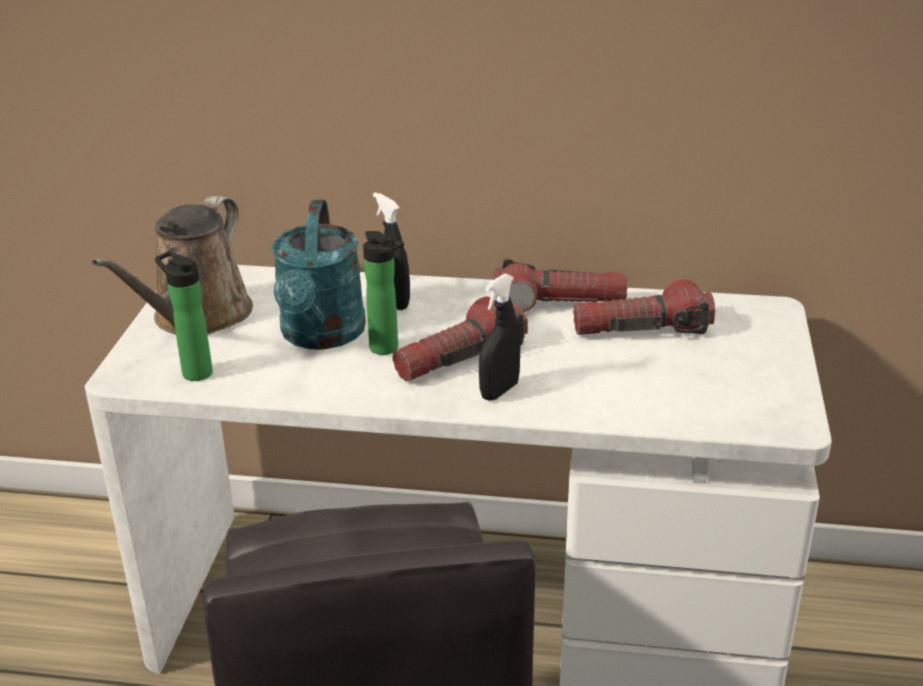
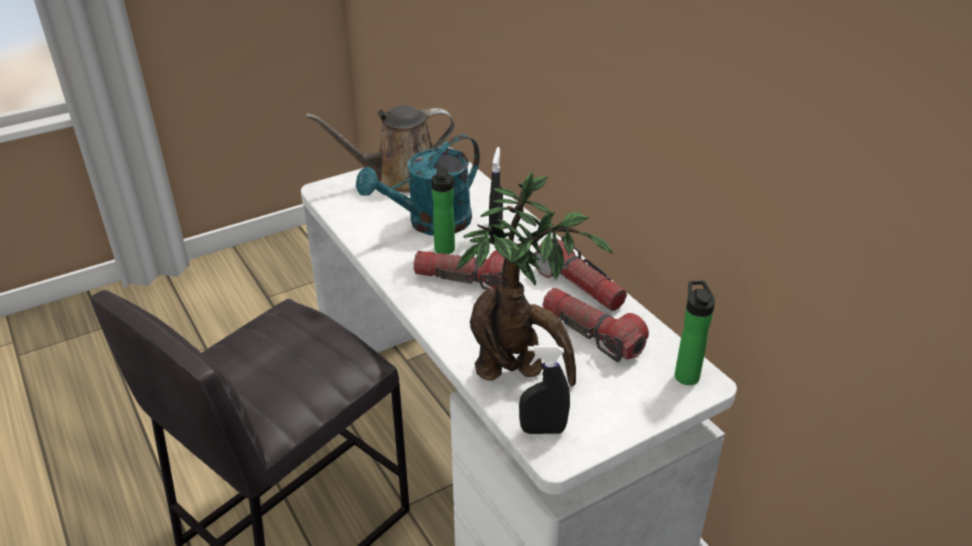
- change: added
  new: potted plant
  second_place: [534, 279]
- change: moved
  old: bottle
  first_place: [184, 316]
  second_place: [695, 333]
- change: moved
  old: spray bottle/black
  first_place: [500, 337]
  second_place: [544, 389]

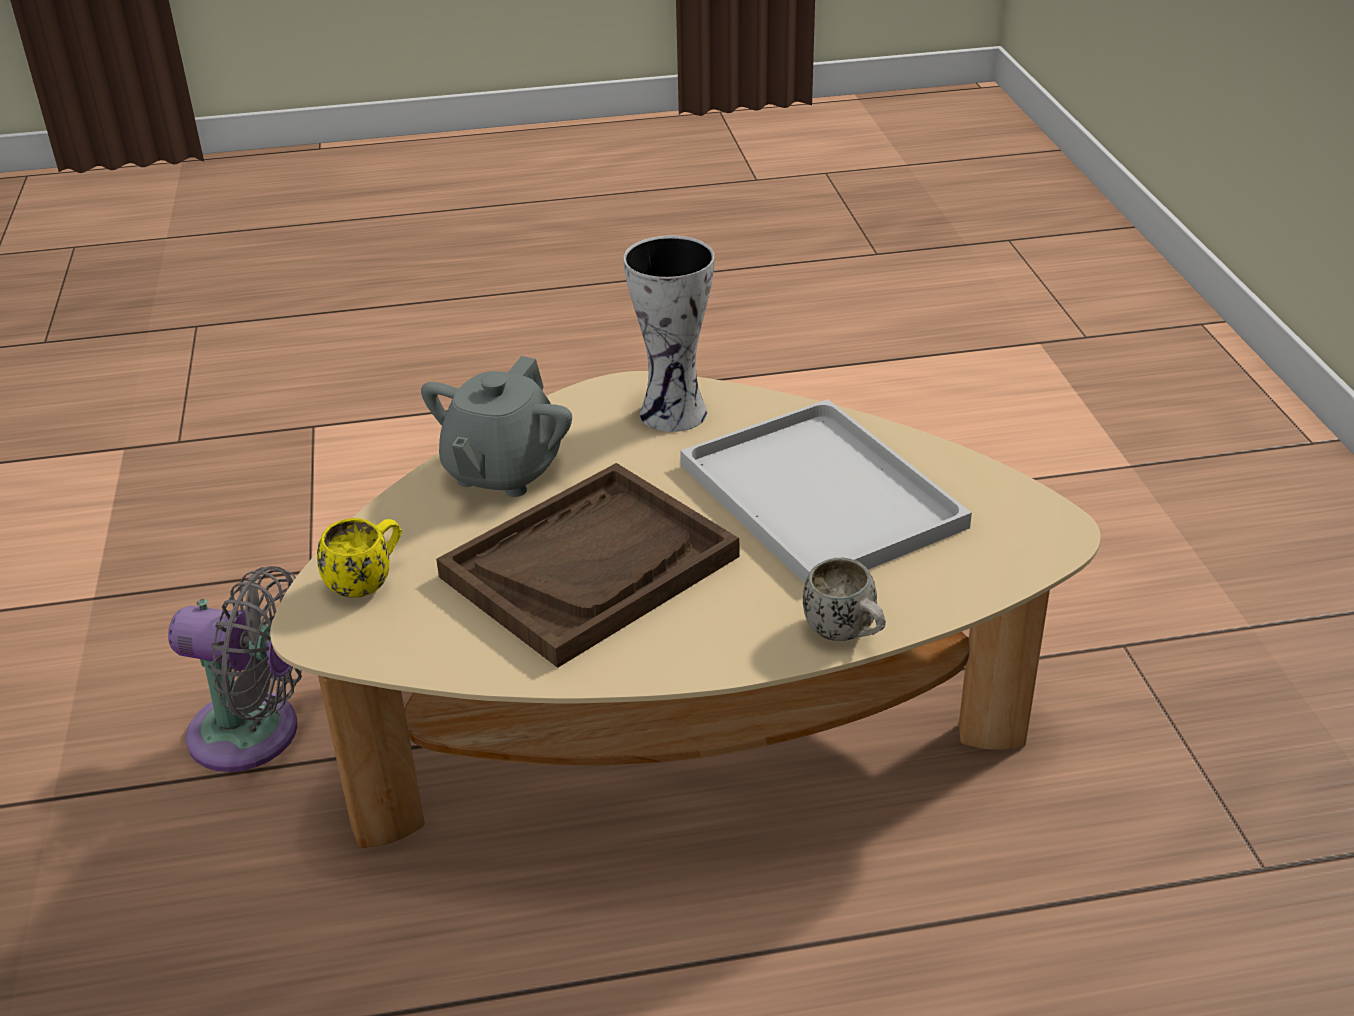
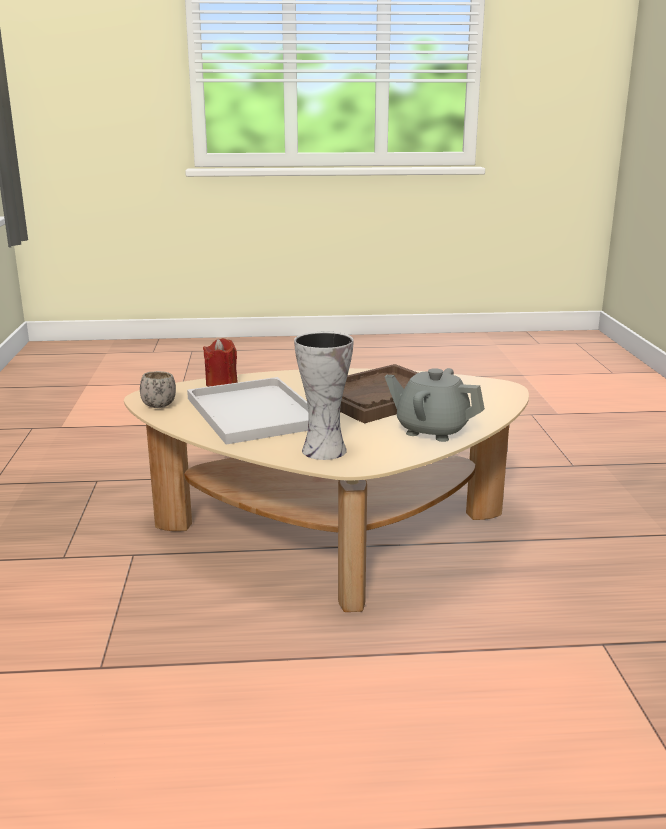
- change: removed
  old: fan/grey
  first_place: [235, 669]
- change: removed
  old: mug/yellow
  first_place: [359, 558]
- change: added
  new: candle/red
  second_place: [220, 362]
- change: moved
  old: mug/white
  first_place: [844, 599]
  second_place: [158, 389]
- change: turned
  old: teapot/grey
  first_place: [496, 426]
  second_place: [435, 405]
  degrees: -90

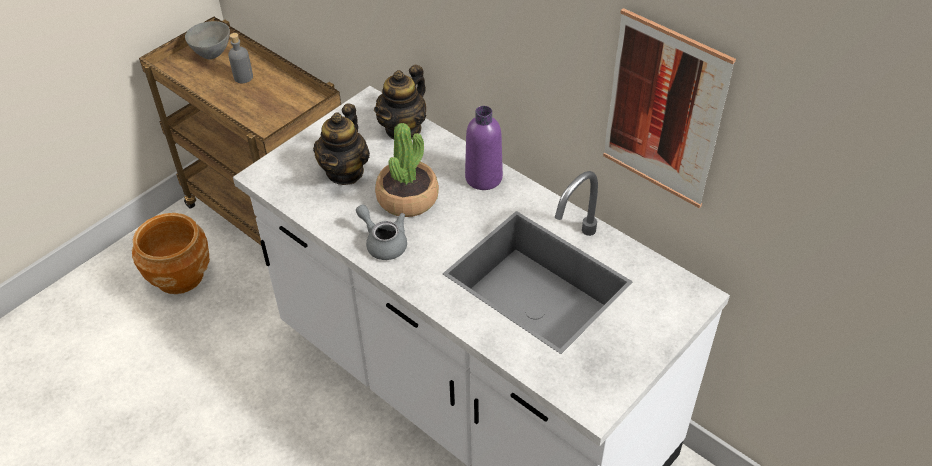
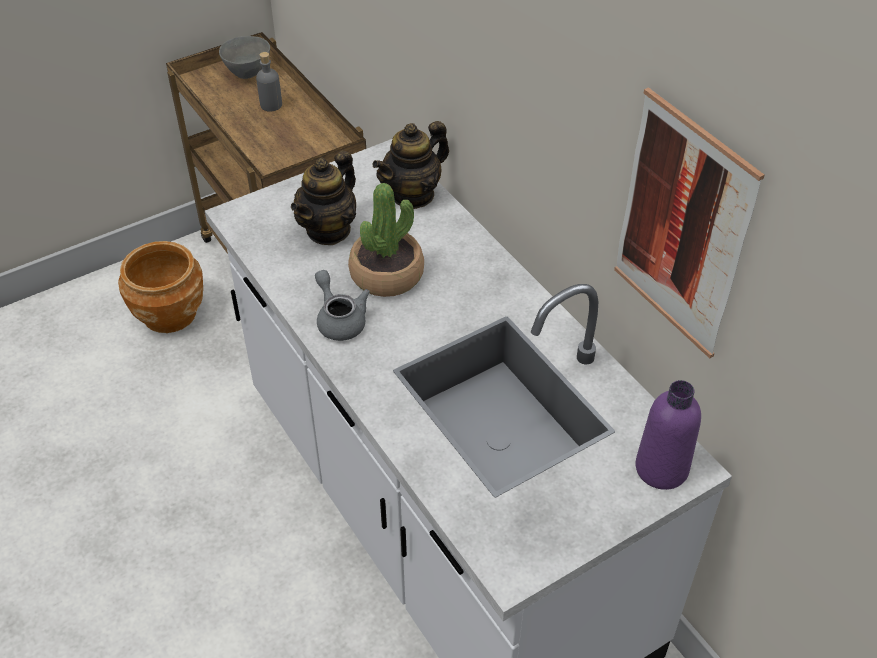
- change: moved
  old: bottle/purple
  first_place: [484, 148]
  second_place: [668, 435]

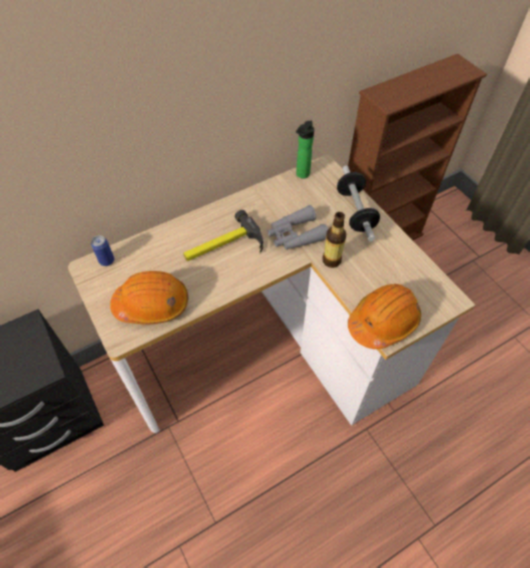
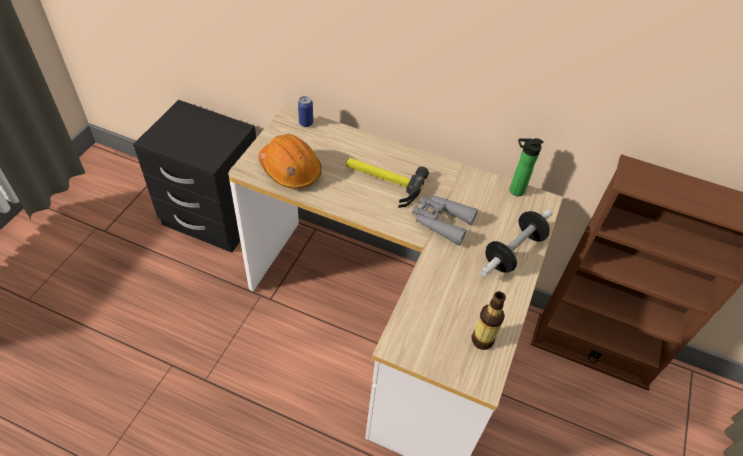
- change: removed
  old: hard hat/orange
  first_place: [384, 316]
- change: moved
  old: bottle
  first_place: [334, 240]
  second_place: [489, 320]

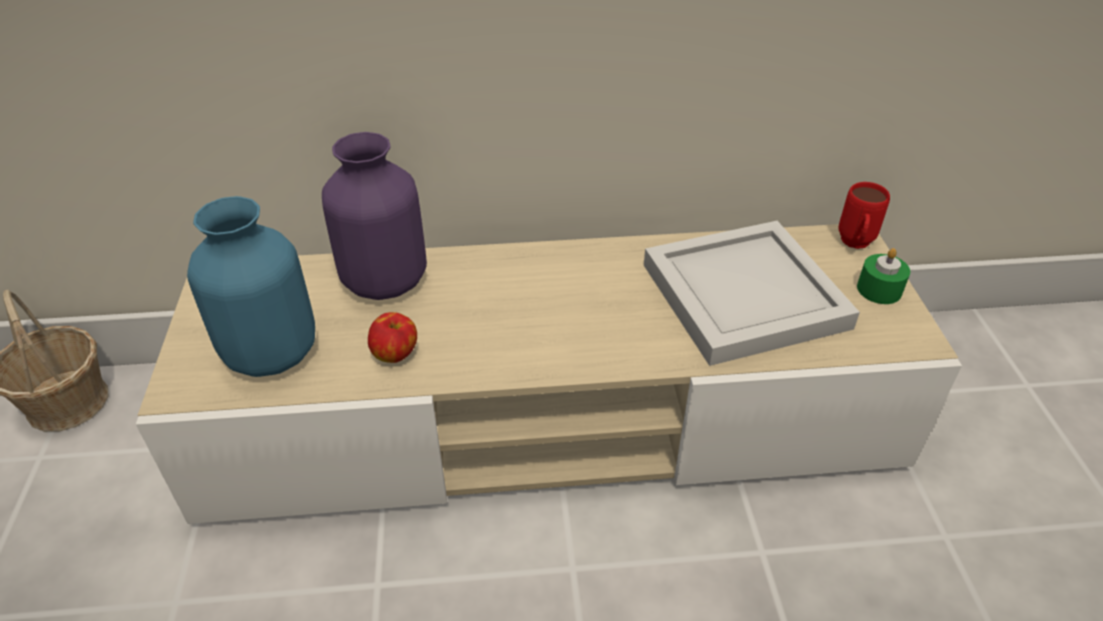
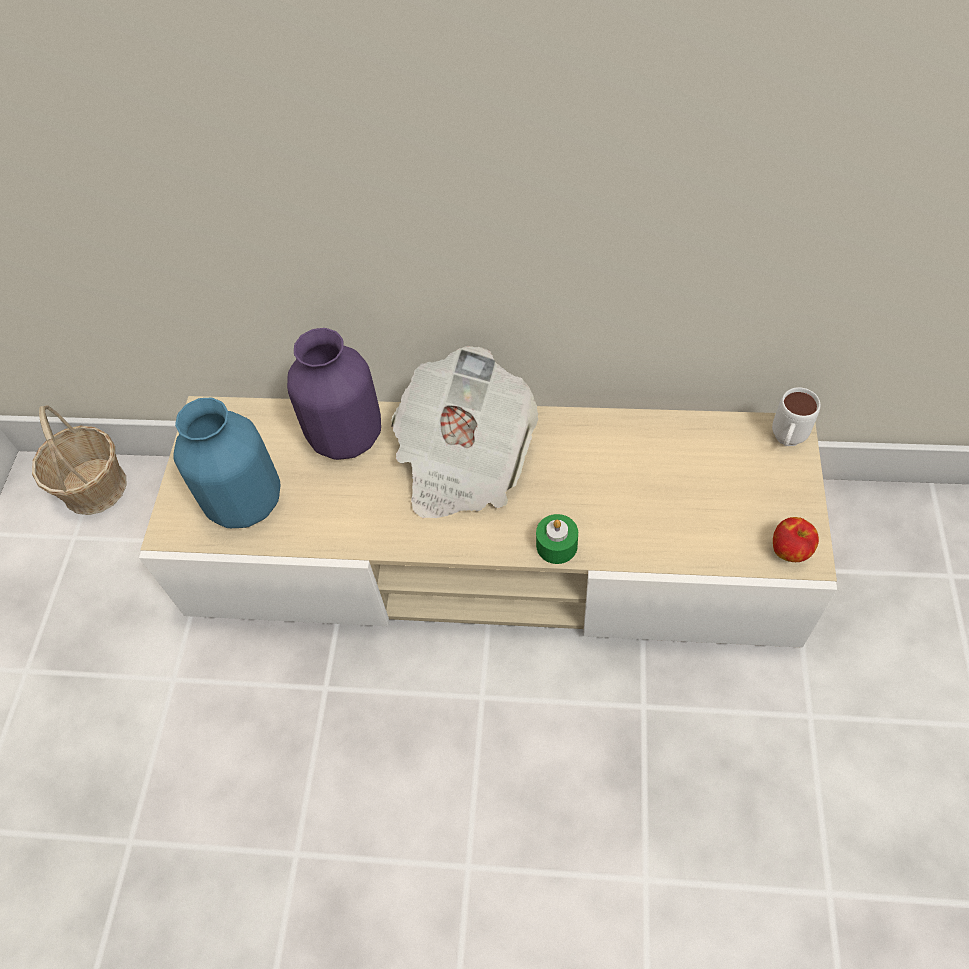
- change: removed
  old: tray/white
  first_place: [752, 293]
- change: added
  new: newspaper
  second_place: [464, 432]
- change: moved
  old: apple
  first_place: [392, 337]
  second_place: [796, 539]
- change: moved
  old: candle/green
  first_place: [883, 276]
  second_place: [557, 539]
- change: recoloured
  old: mug/red
  new: mug/white
  first_place: [864, 215]
  second_place: [796, 416]

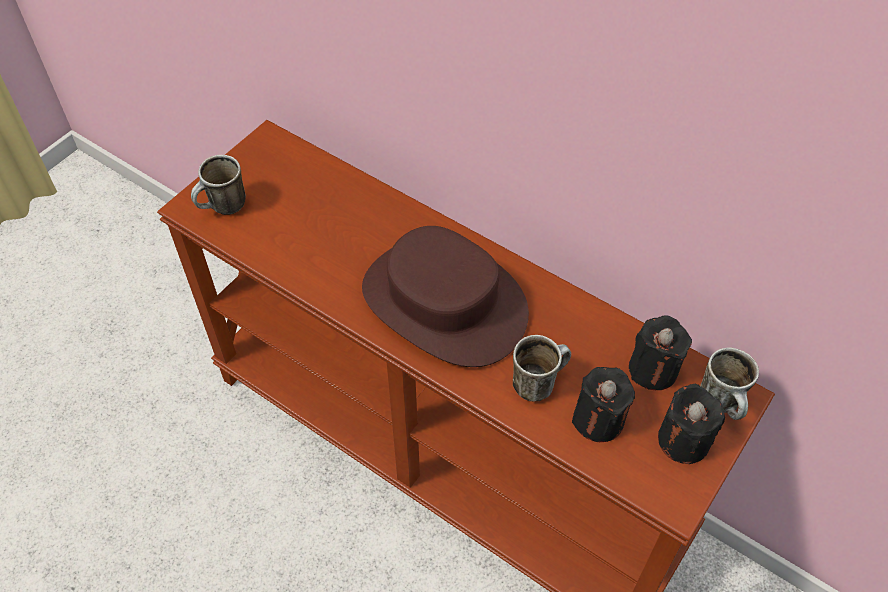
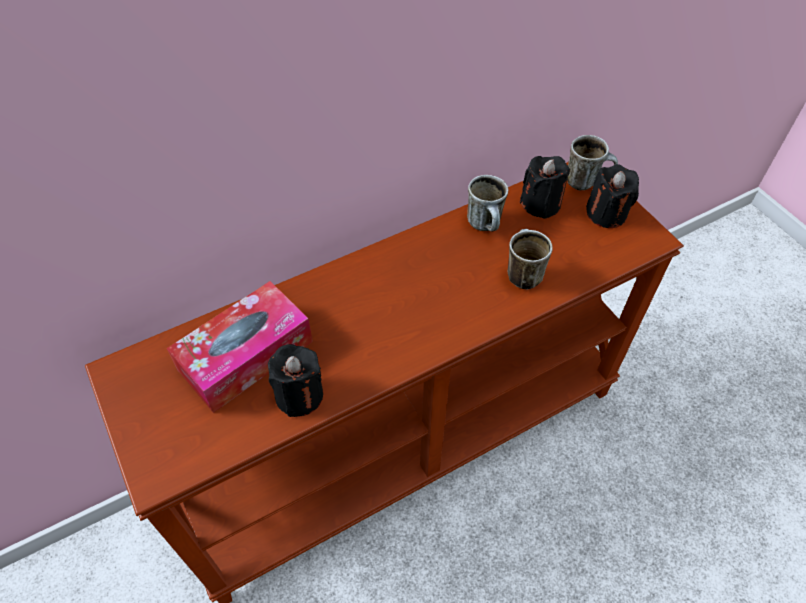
- change: removed
  old: hat/brown
  first_place: [445, 296]
- change: added
  new: tissue box
  second_place: [240, 347]
- change: moved
  old: mug
  first_place: [218, 185]
  second_place: [487, 203]
- change: moved
  old: candle/black
  first_place: [603, 404]
  second_place: [295, 380]

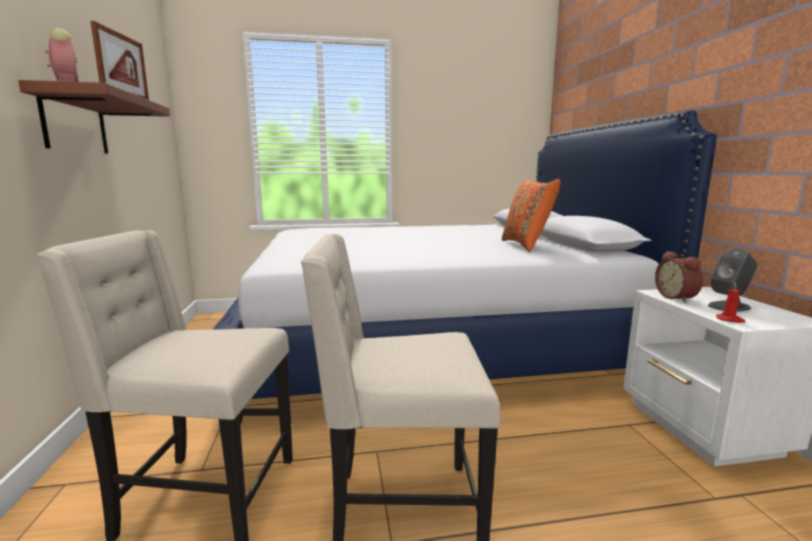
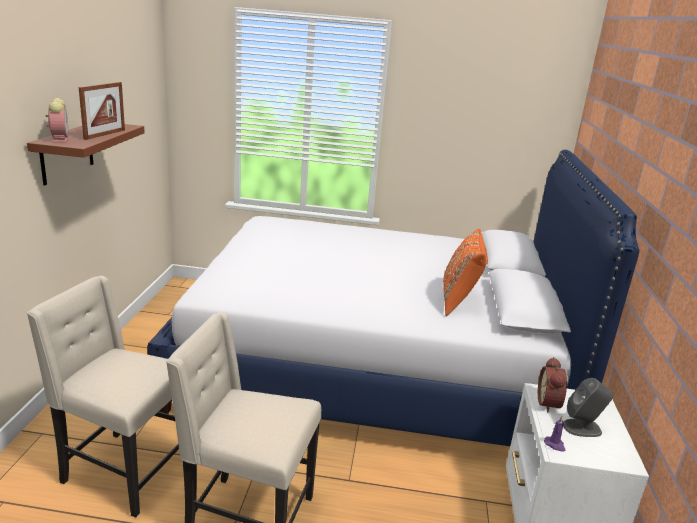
- change: recoloured
  old: candle/red
  new: candle/purple
  first_place: [730, 302]
  second_place: [554, 434]

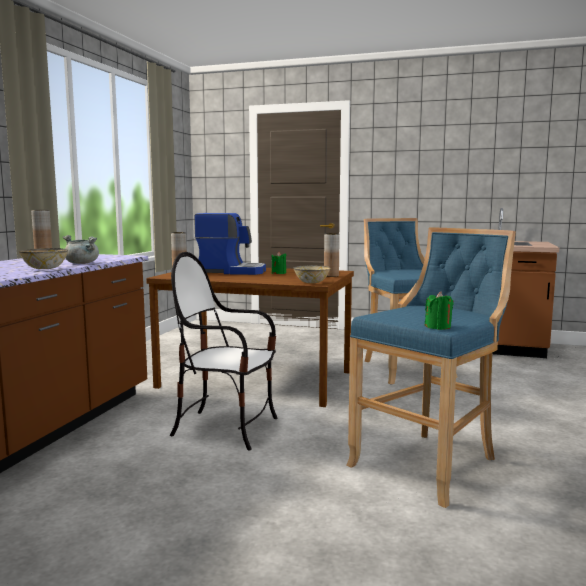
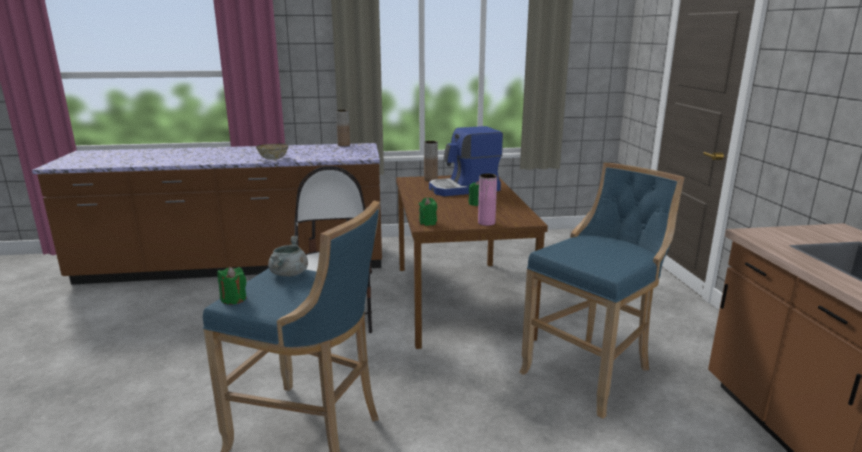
- change: moved
  old: cooking pot/grey
  first_place: [81, 249]
  second_place: [288, 256]
- change: replaced
  old: bowl
  new: candle/green
  first_place: [312, 274]
  second_place: [428, 211]
- change: recoloured
  old: vase/brown
  new: vase/pink
  first_place: [332, 255]
  second_place: [487, 200]
- change: turned
  old: coffee machine
  first_place: [230, 244]
  second_place: [466, 161]
  degrees: 90

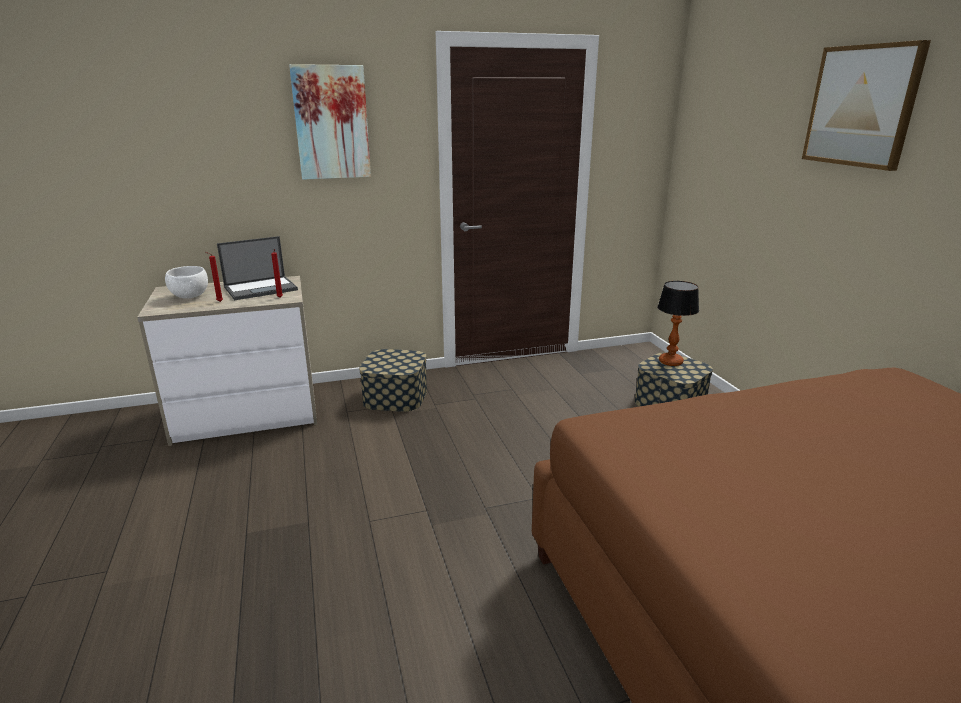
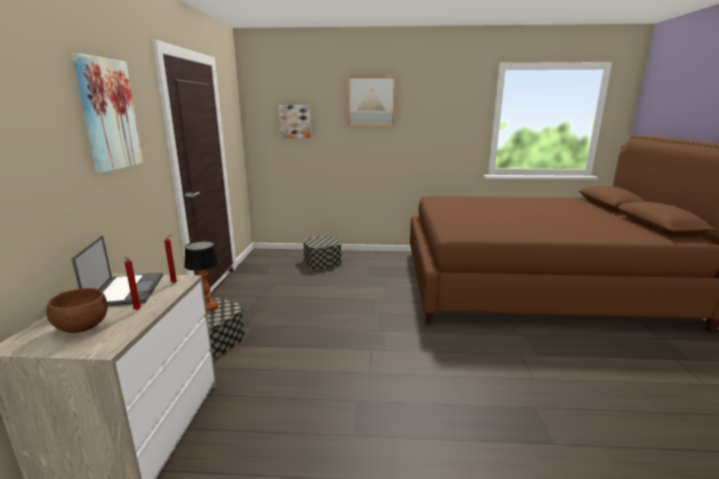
- change: added
  new: picture
  second_place: [294, 121]
- change: moved
  old: table lamp
  first_place: [678, 323]
  second_place: [202, 276]
- change: recoloured
  old: bowl/white
  new: bowl/brown
  first_place: [186, 282]
  second_place: [77, 310]

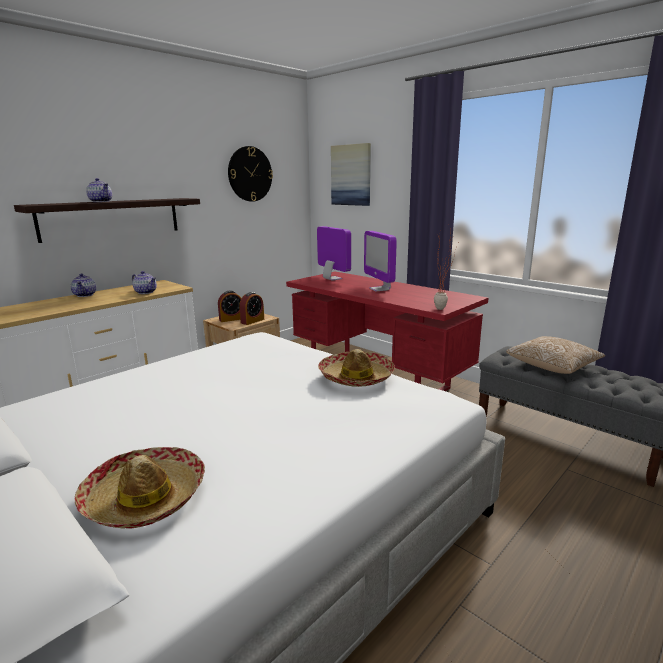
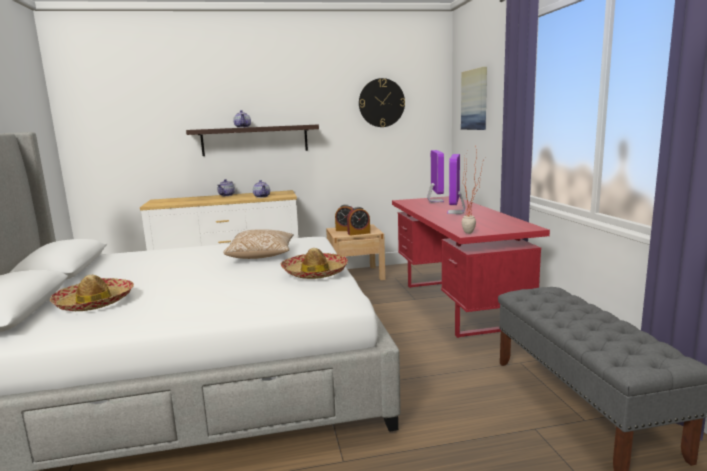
- change: moved
  old: pillow
  first_place: [555, 355]
  second_place: [258, 244]

